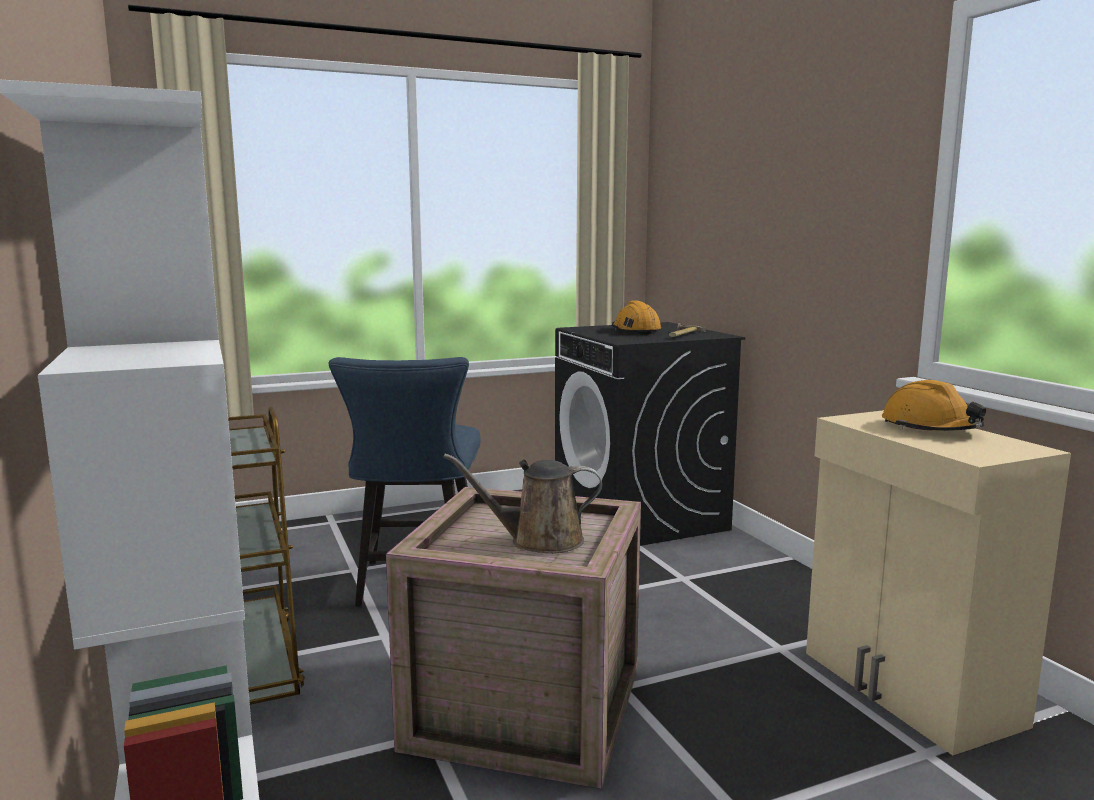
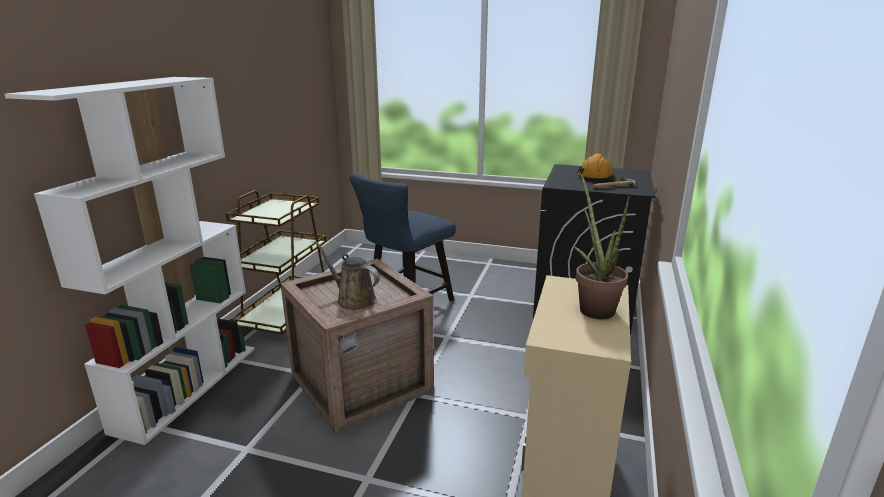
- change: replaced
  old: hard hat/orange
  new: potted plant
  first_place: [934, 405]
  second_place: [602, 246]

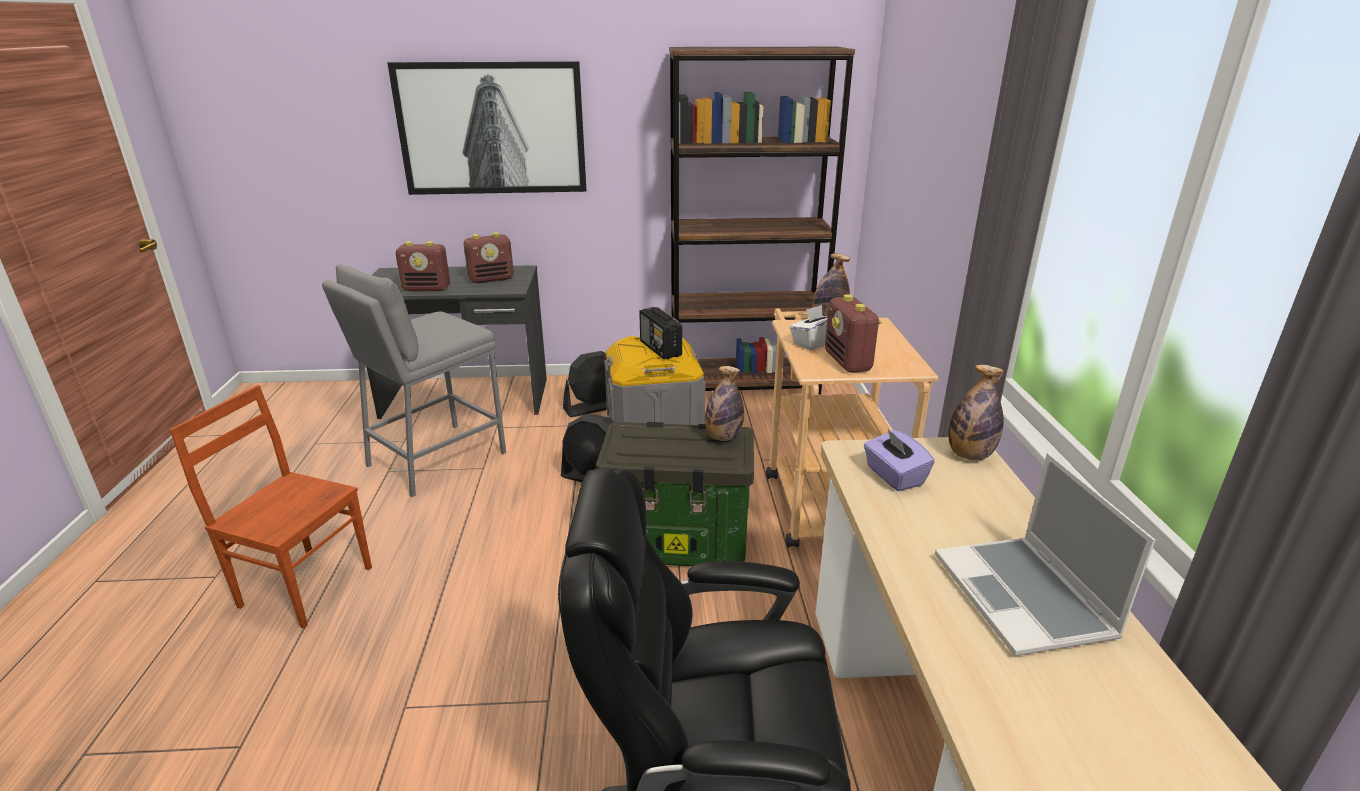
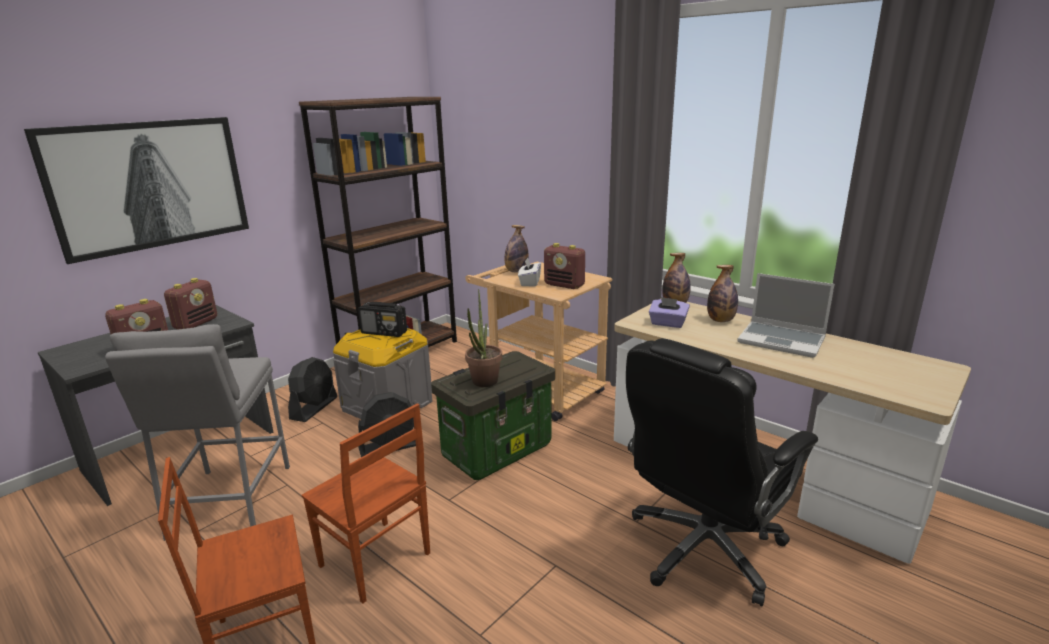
- change: added
  new: chair/brown
  second_place: [366, 503]
- change: added
  new: potted plant
  second_place: [483, 338]
- change: moved
  old: bottle
  first_place: [724, 403]
  second_place: [722, 293]

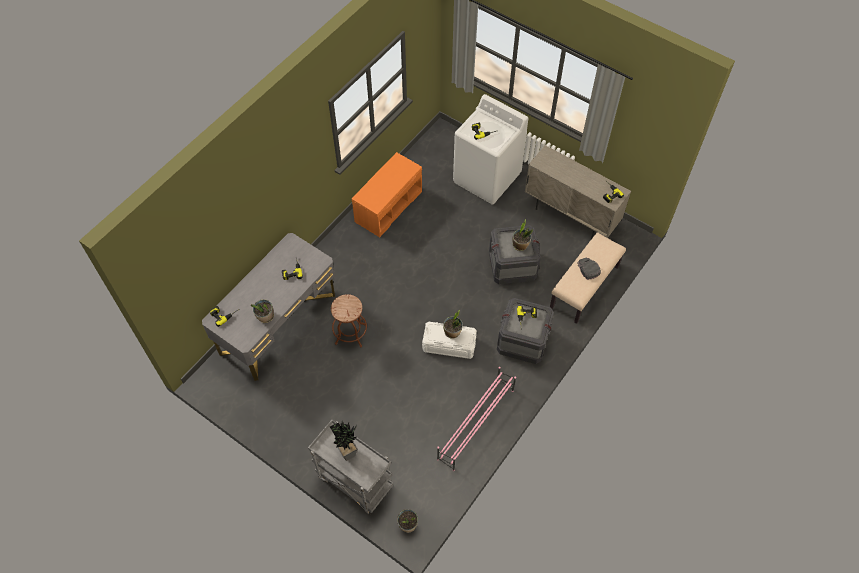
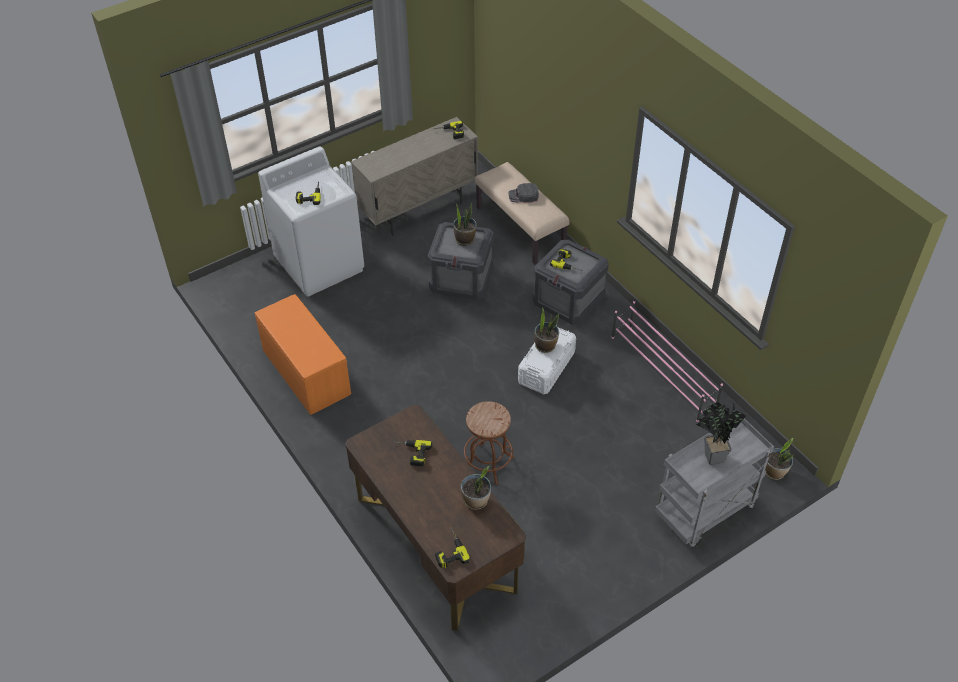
- change: recoloured
  old: desk/grey
  new: desk/brown
  first_place: [268, 307]
  second_place: [435, 518]

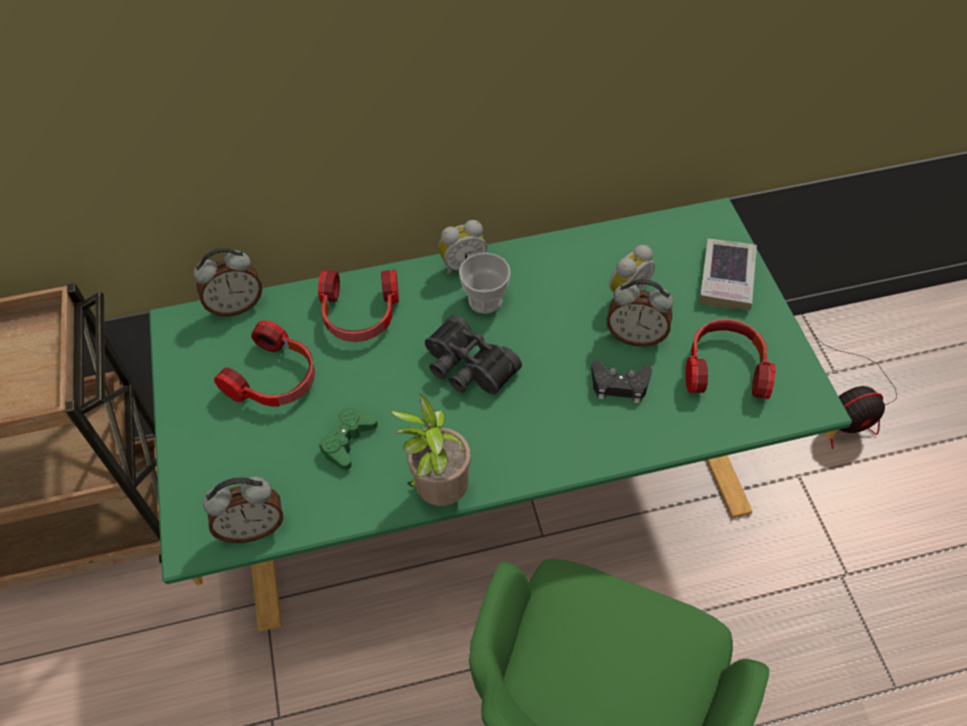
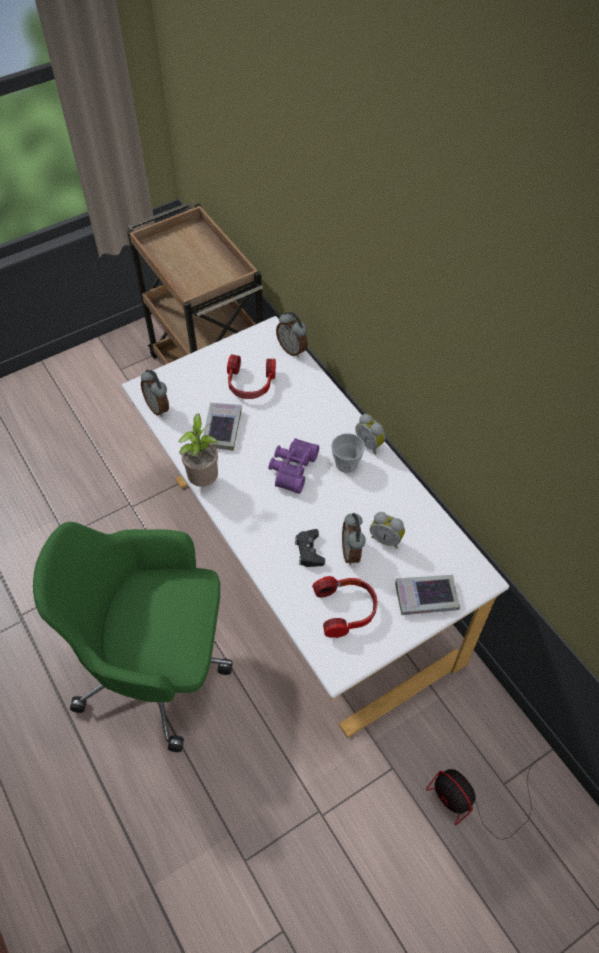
- change: removed
  old: headphones
  first_place: [358, 306]
- change: replaced
  old: game controller/green
  new: book
  first_place: [348, 439]
  second_place: [222, 427]
- change: recoloured
  old: desk/green
  new: desk/white
  first_place: [500, 415]
  second_place: [315, 527]
- change: recoloured
  old: binoculars/black
  new: binoculars/purple
  first_place: [473, 354]
  second_place: [293, 466]

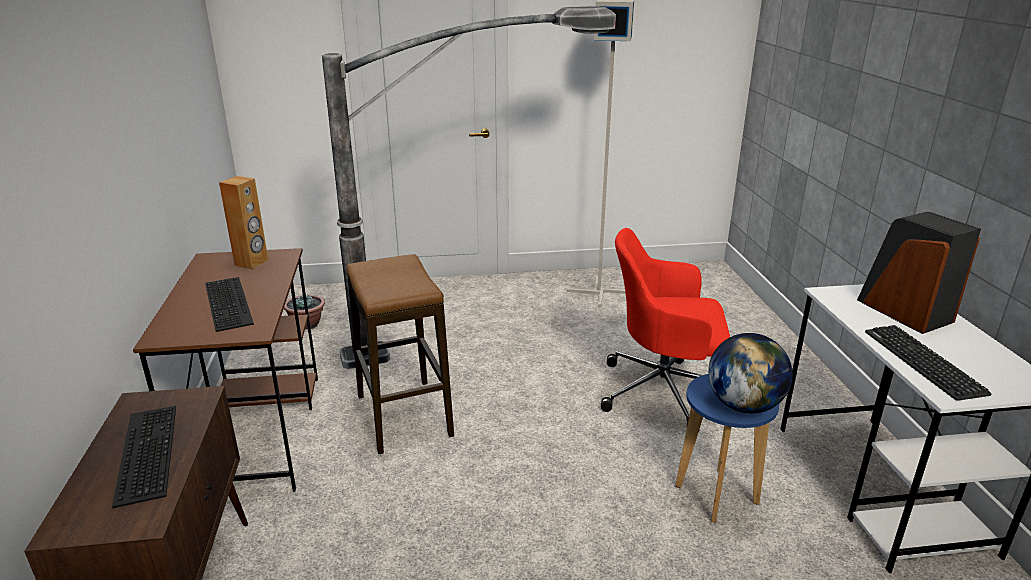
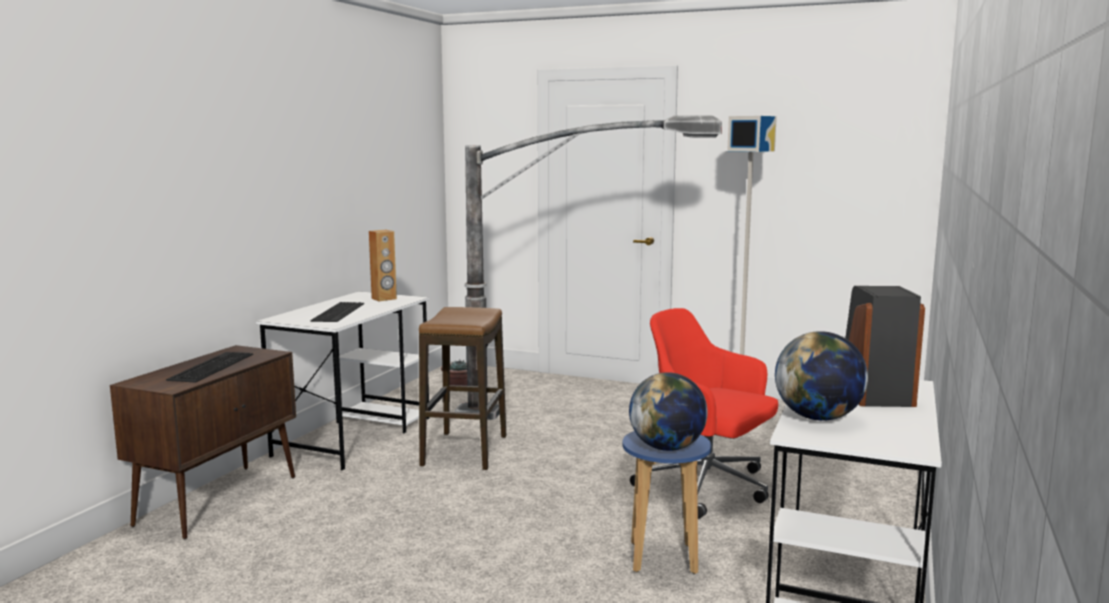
- change: replaced
  old: keyboard
  new: globe
  first_place: [928, 363]
  second_place: [821, 376]
- change: recoloured
  old: desk/brown
  new: desk/white
  first_place: [225, 370]
  second_place: [343, 381]

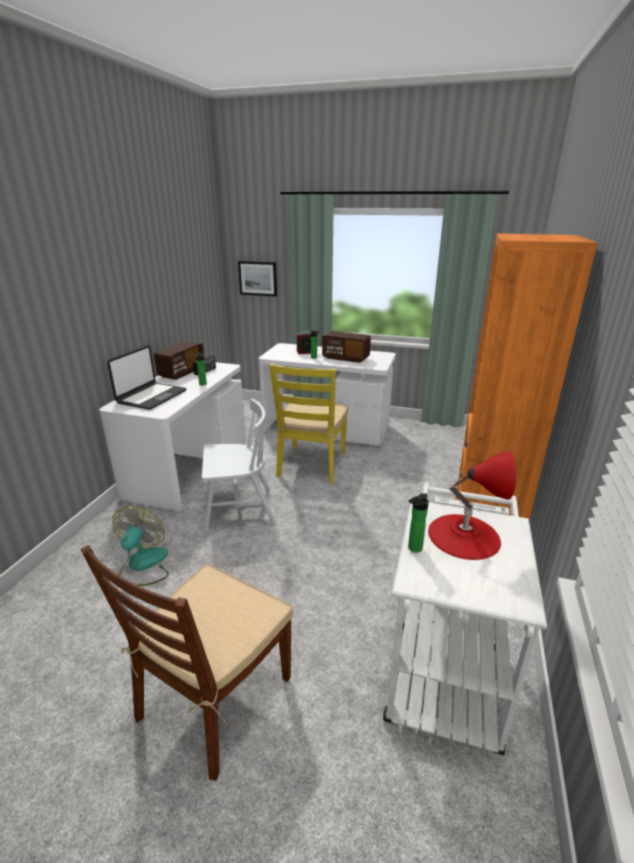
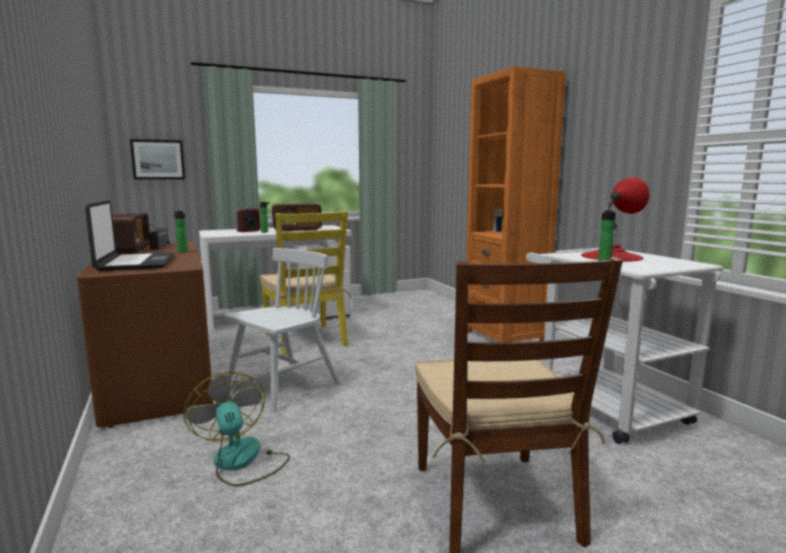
- change: recoloured
  old: desk/white
  new: desk/brown
  first_place: [172, 436]
  second_place: [145, 334]

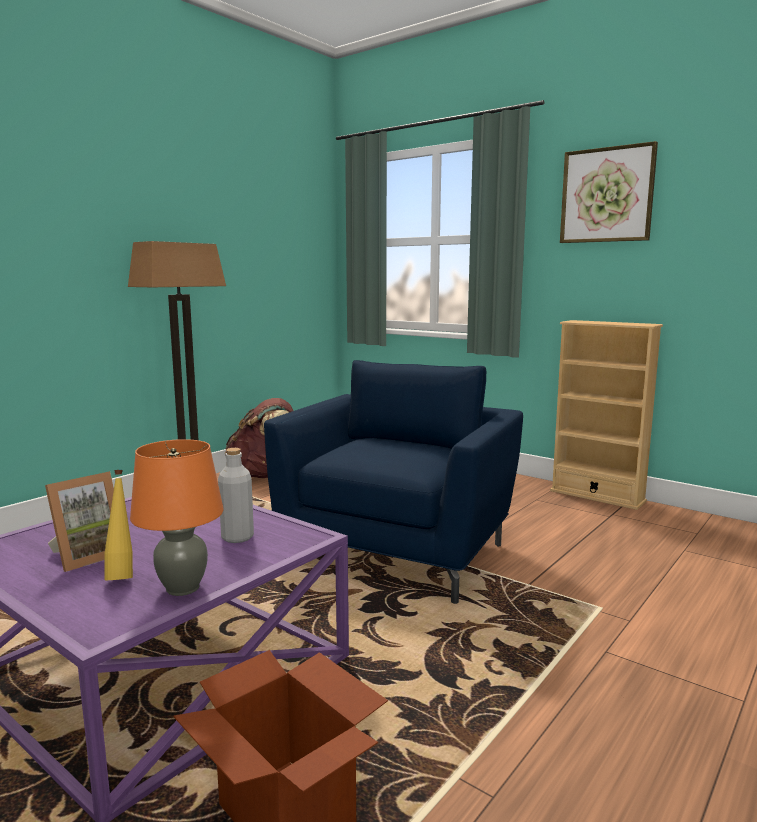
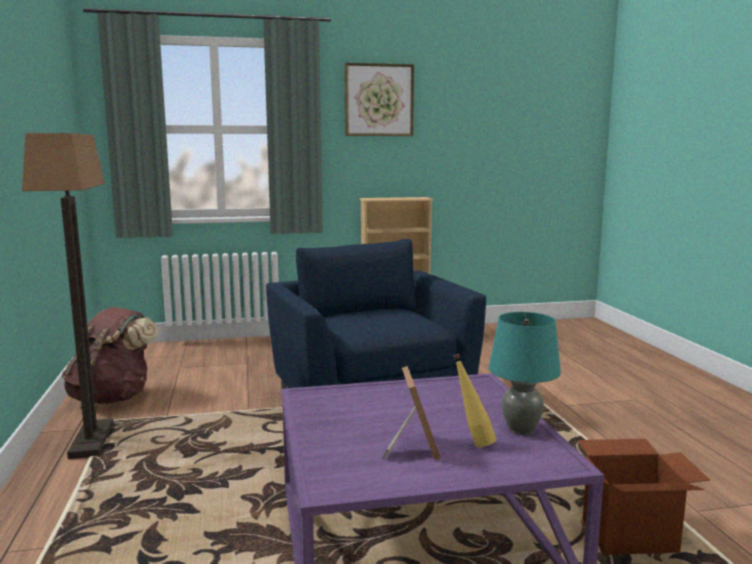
- change: removed
  old: bottle/grey
  first_place: [236, 495]
- change: recoloured
  old: table lamp/orange
  new: table lamp/turquoise
  first_place: [177, 517]
  second_place: [525, 373]

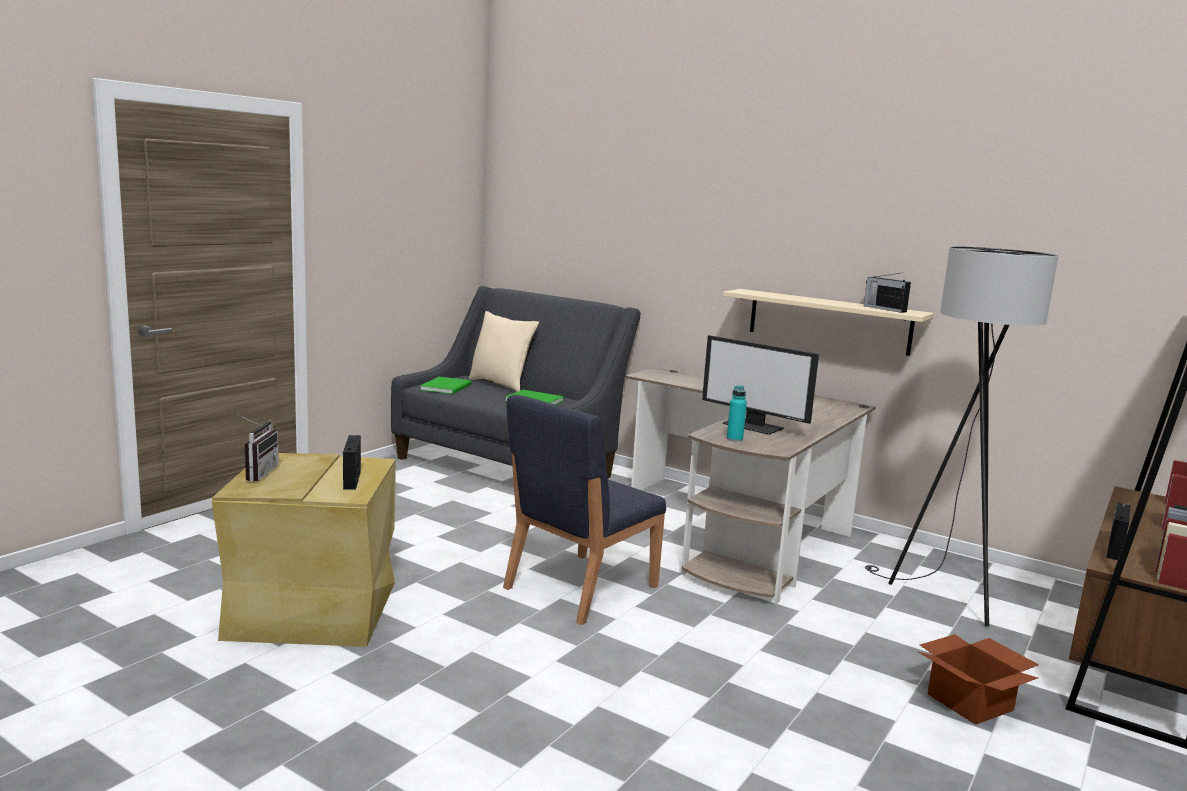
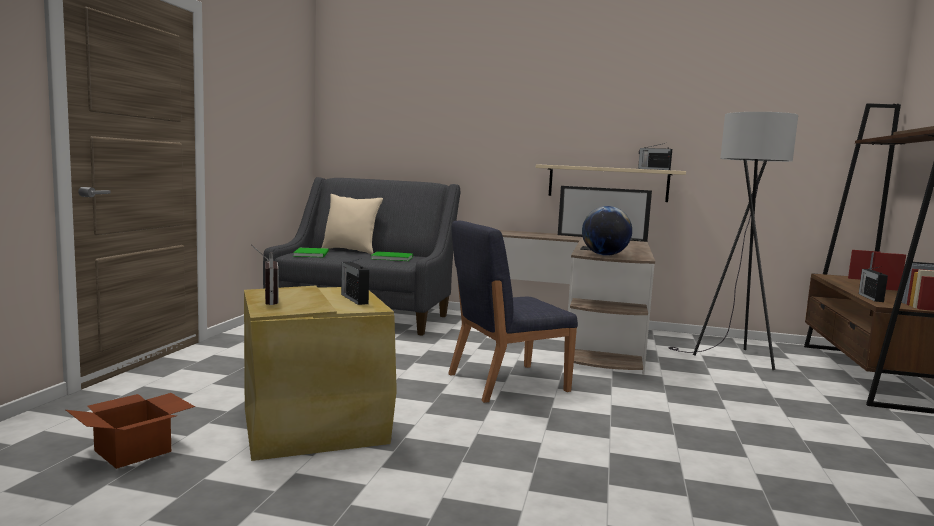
- change: moved
  old: cardboard box
  first_place: [978, 679]
  second_place: [130, 431]
- change: replaced
  old: bottle/turquoise
  new: globe
  first_place: [737, 413]
  second_place: [607, 231]
- change: turned
  old: chair/blue
  first_place: [584, 510]
  second_place: [513, 312]
  degrees: 45

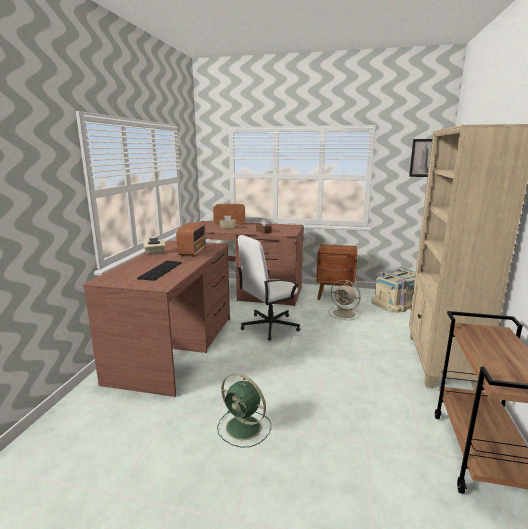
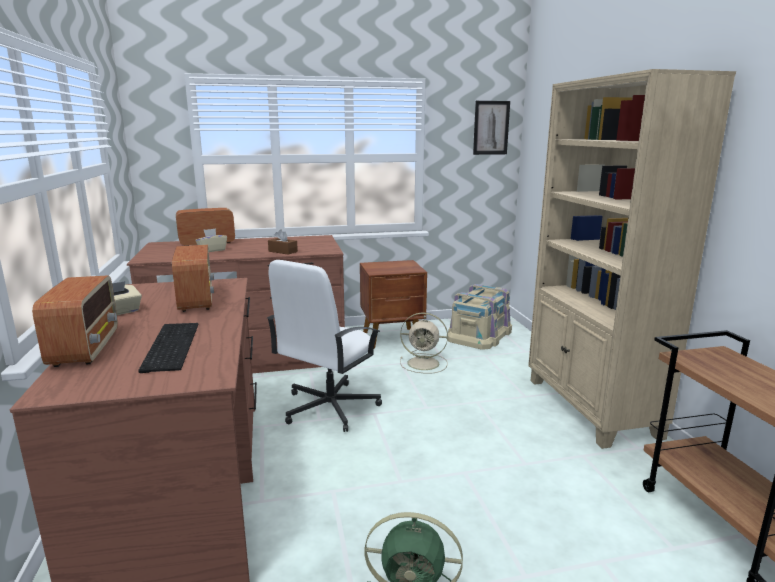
- change: added
  new: radio
  second_place: [75, 321]

